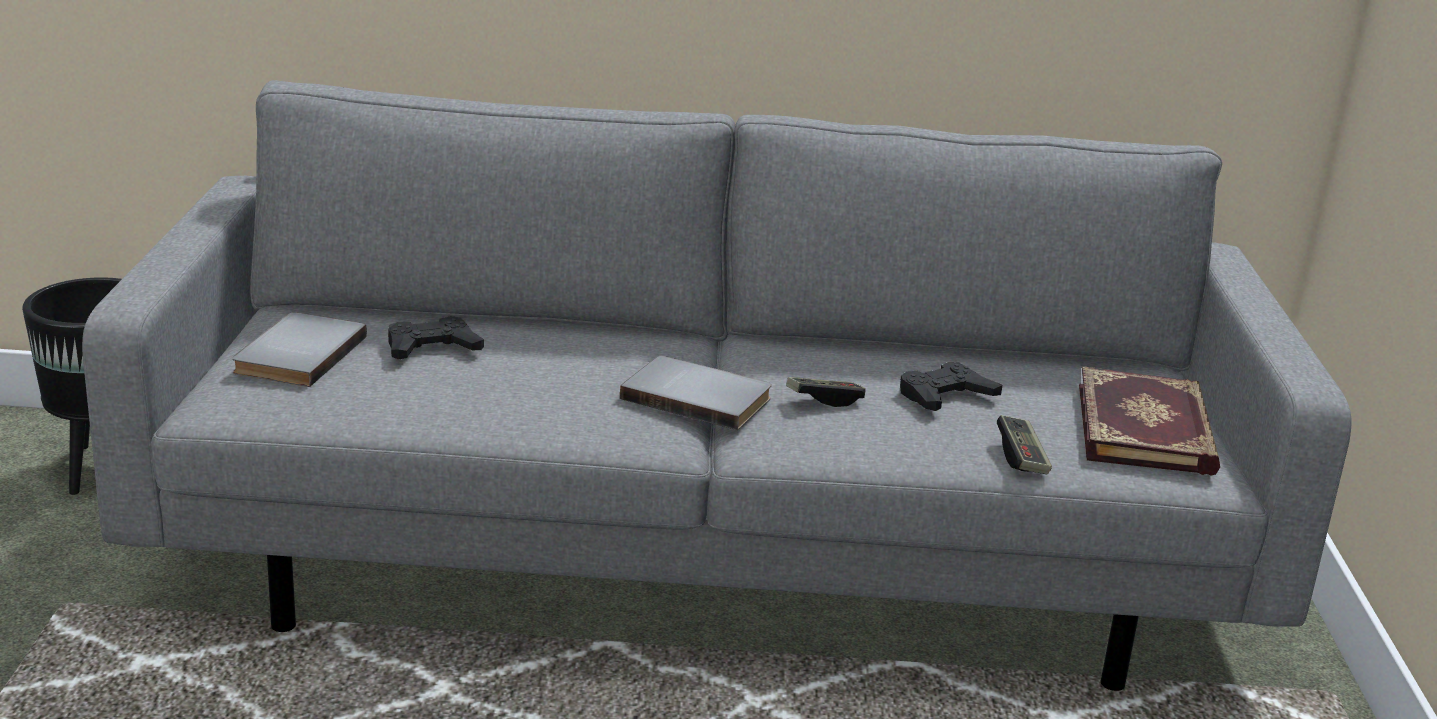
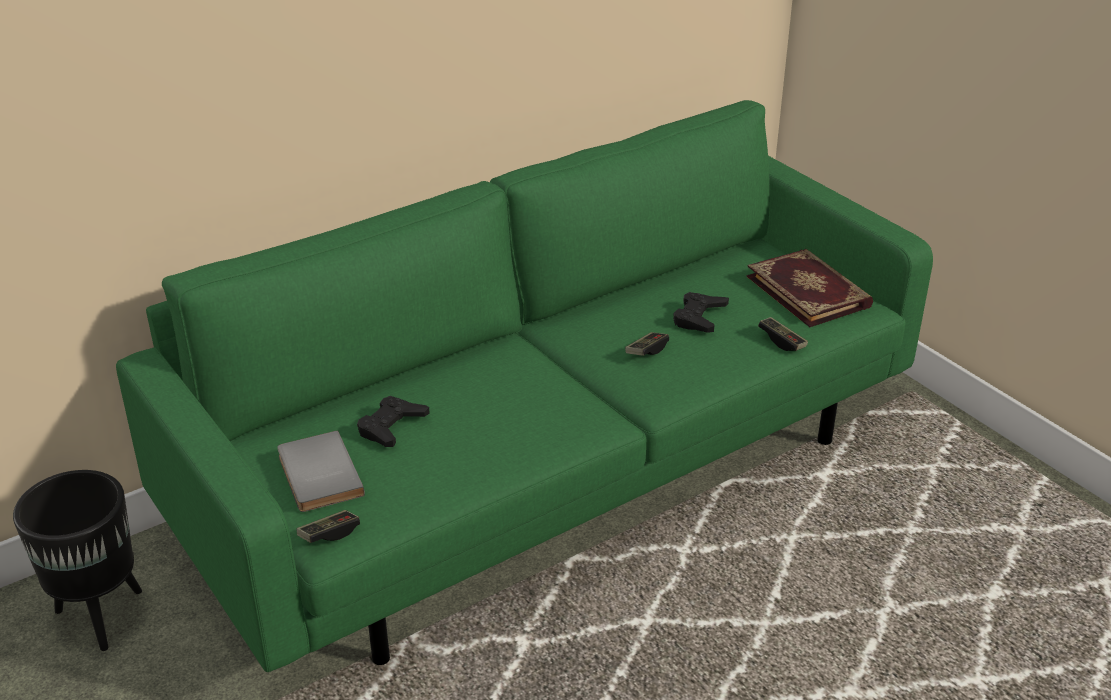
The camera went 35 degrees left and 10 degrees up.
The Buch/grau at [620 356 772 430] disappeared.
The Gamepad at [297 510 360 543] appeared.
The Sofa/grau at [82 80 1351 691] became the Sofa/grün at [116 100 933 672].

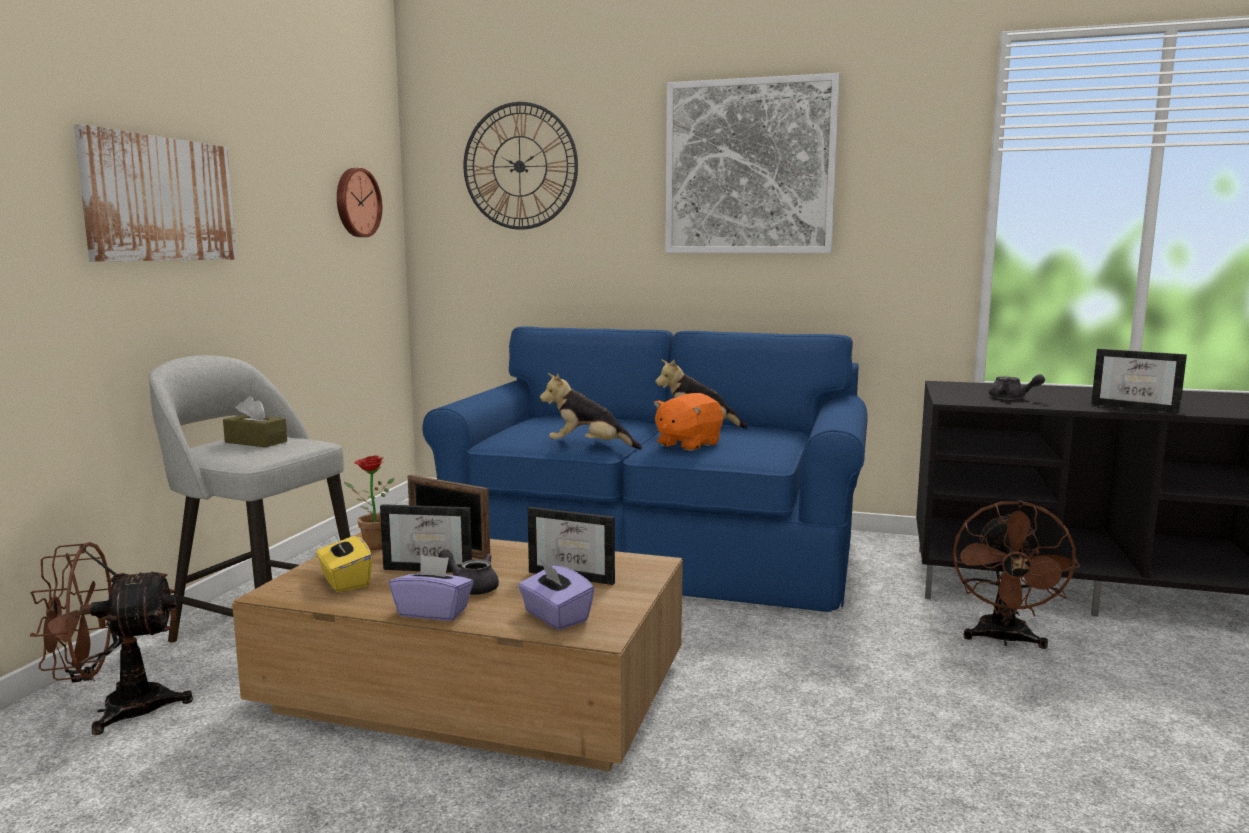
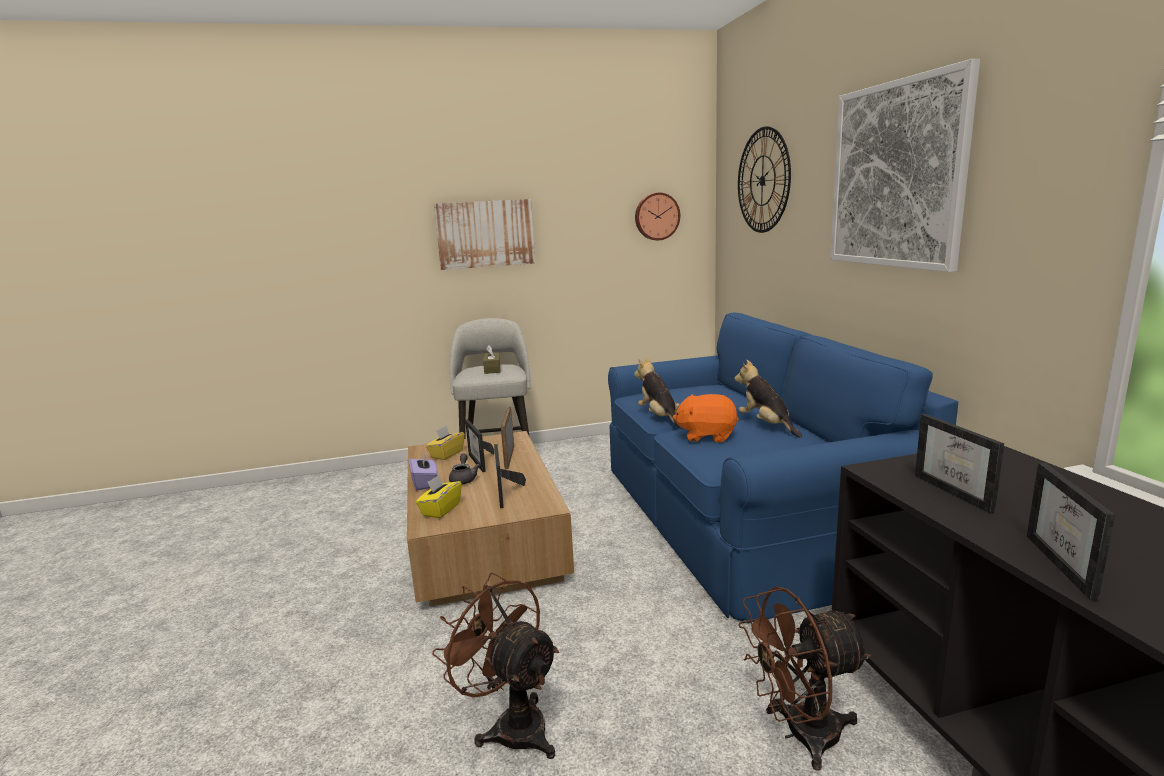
The camera went 60 degrees right and 5 degrees up.
The Topfpflanze at [344 456 394 550] disappeared.
The Ventilator/braun moved from [30 542 193 735] to [432 572 559 759].
The Teekanne/grau at [989 374 1045 400] was replaced by the Bilderrahmen at [915 414 1004 513].
The Taschentuchbox/lila at [518 560 595 630] became the Taschentuchbox/gelb at [416 475 462 518].

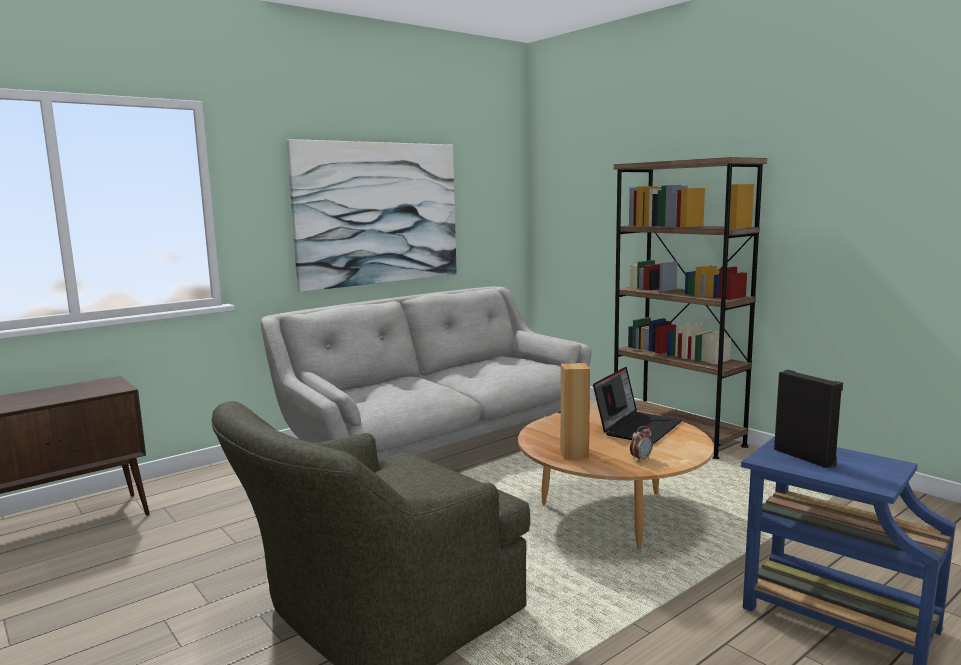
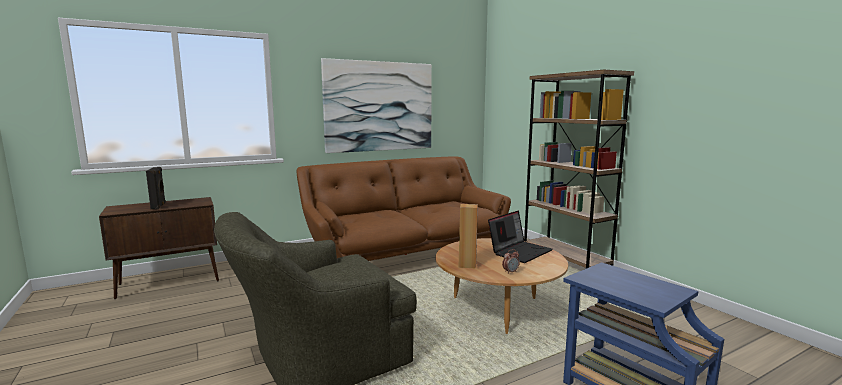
The camera went 10 degrees right and 0 degrees up.
The Lautsprecher/schwarz moved from [774 369 843 468] to [146 167 166 210].
The Sofa/grau at [261 286 592 460] became the Sofa/braun at [297 156 511 261].

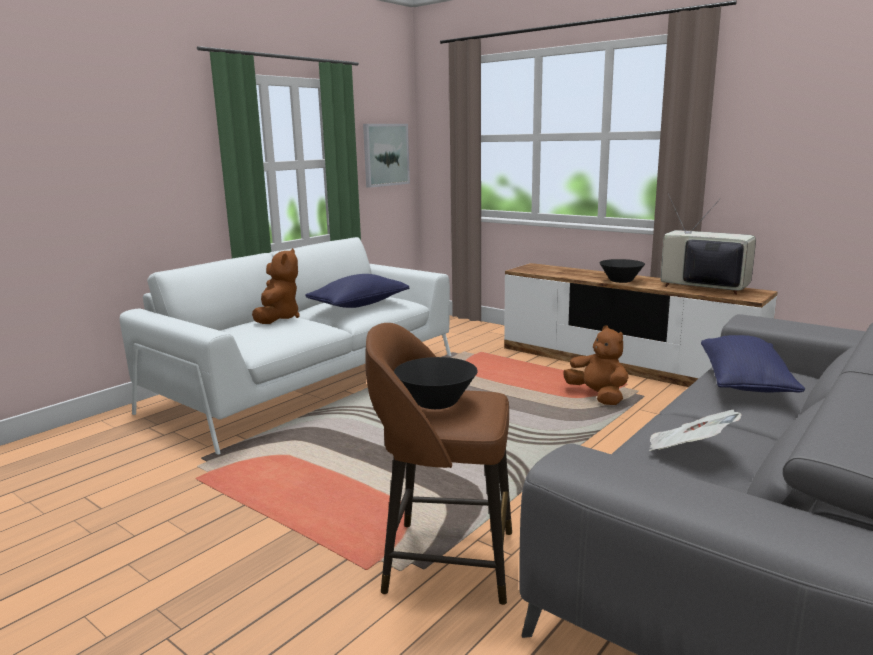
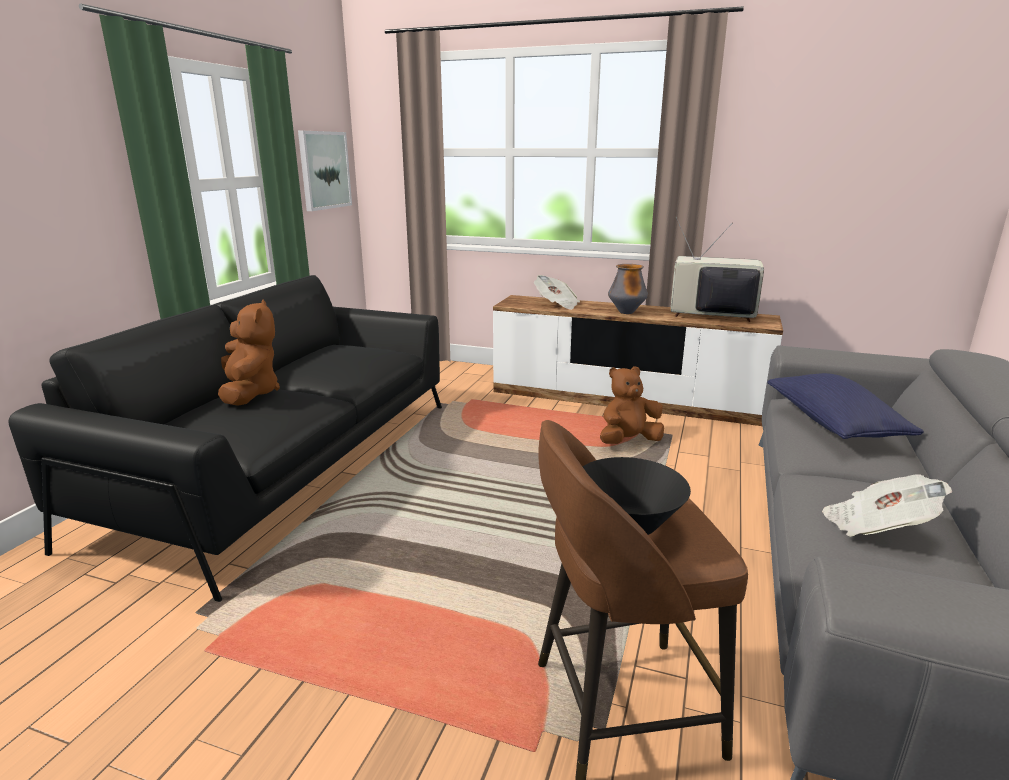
The camera went 20 degrees left and 5 degrees up.
The Kissen/blau at [305 274 409 308] disappeared.
The Zeitung at [534 275 580 310] appeared.
The Schüssel/schwarz at [599 259 645 283] was replaced by the Vase at [608 264 648 314].
The Sofa/weiß at [119 237 451 455] became the Sofa/schwarz at [9 275 442 602].
The Plüschtier/braun at [563 325 628 405] turned 60 degrees counterclockwise.

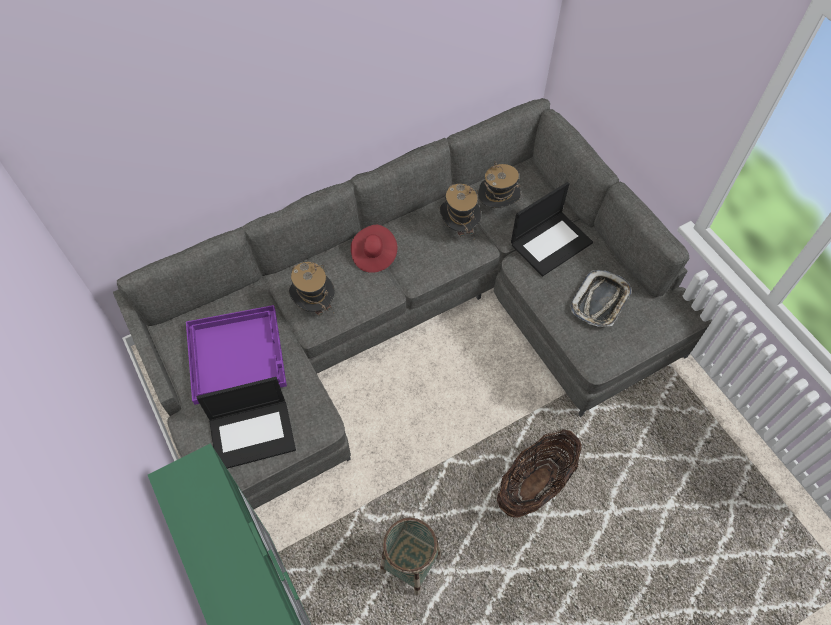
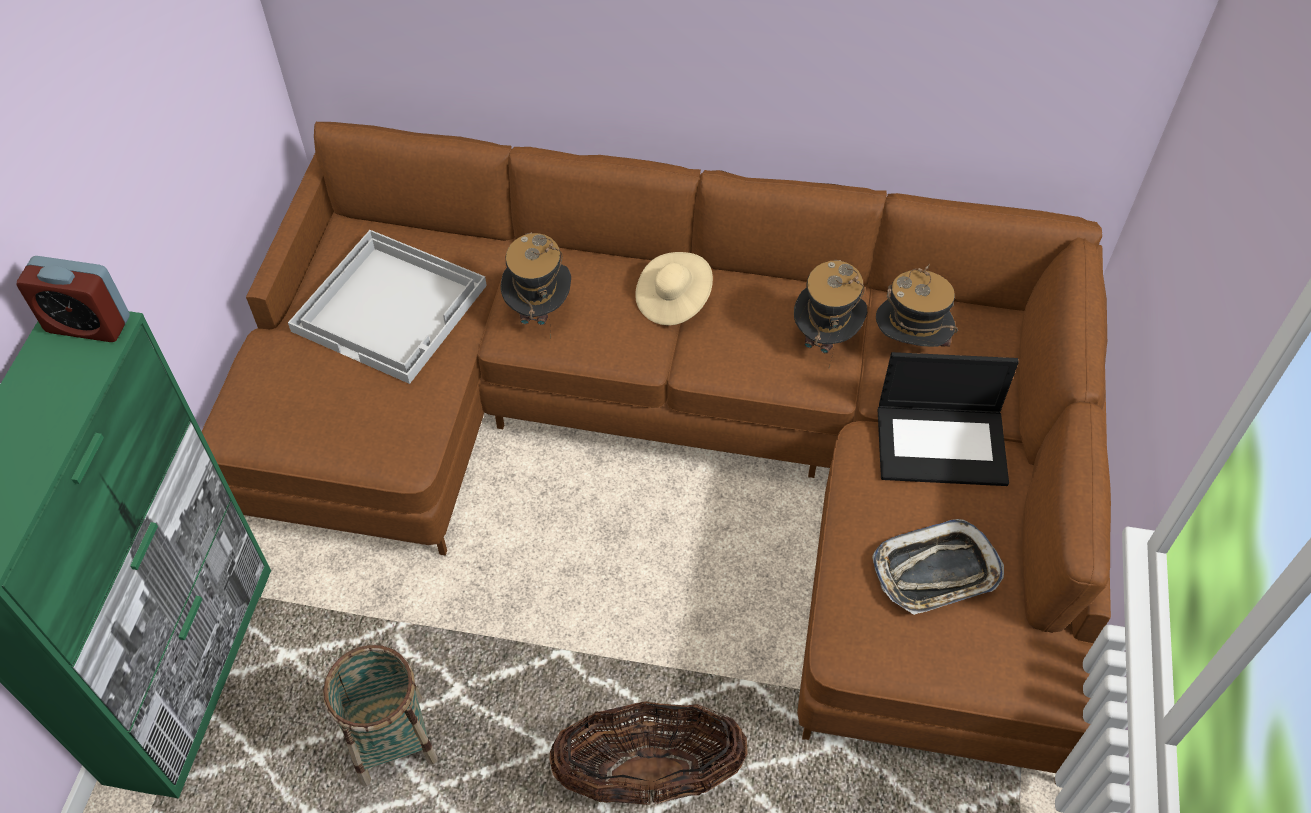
The camera went 40 degrees right and 5 degrees down.
The Laptop at [197 377 296 469] disappeared.
The Wecker at [17 256 130 342] appeared.
The Sofa/grau at [113 98 712 510] became the Sofa/braun at [202 122 1111 784].
The Tablett/lila at [186 305 287 405] became the Tablett/weiß at [288 230 487 384].
The Hut/rot at [351 225 397 273] became the Hut/beige at [635 252 713 325].

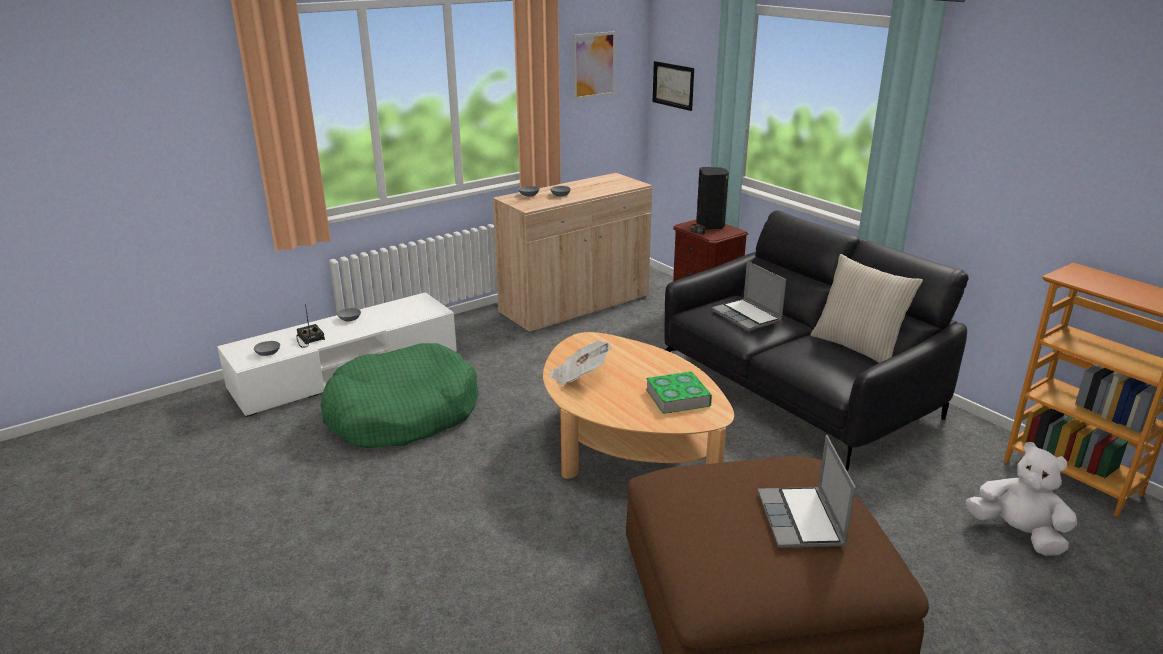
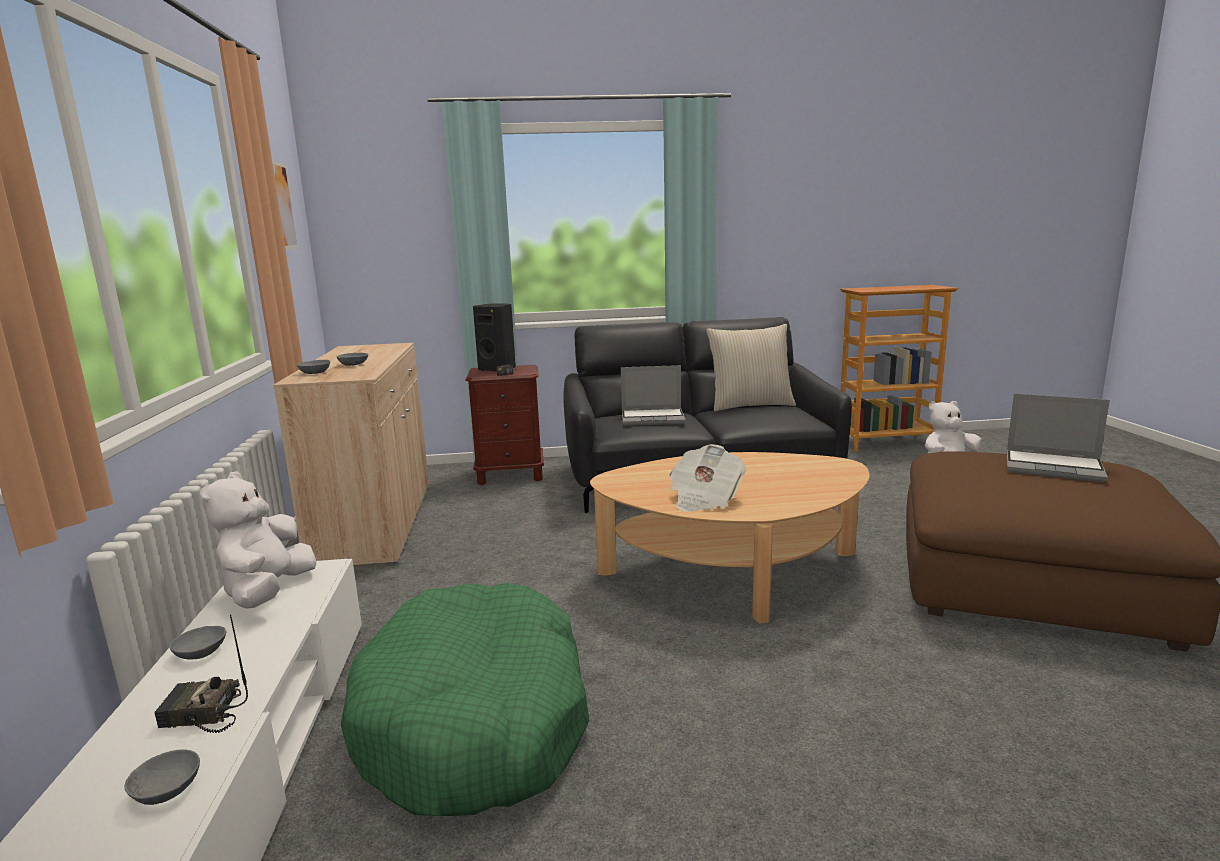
The camera went 60 degrees left and 10 degrees down.
The Buch at [646 371 712 414] disappeared.
The Bild at [653 61 694 111] disappeared.
The Plüschtier/weiß at [199 471 316 609] appeared.

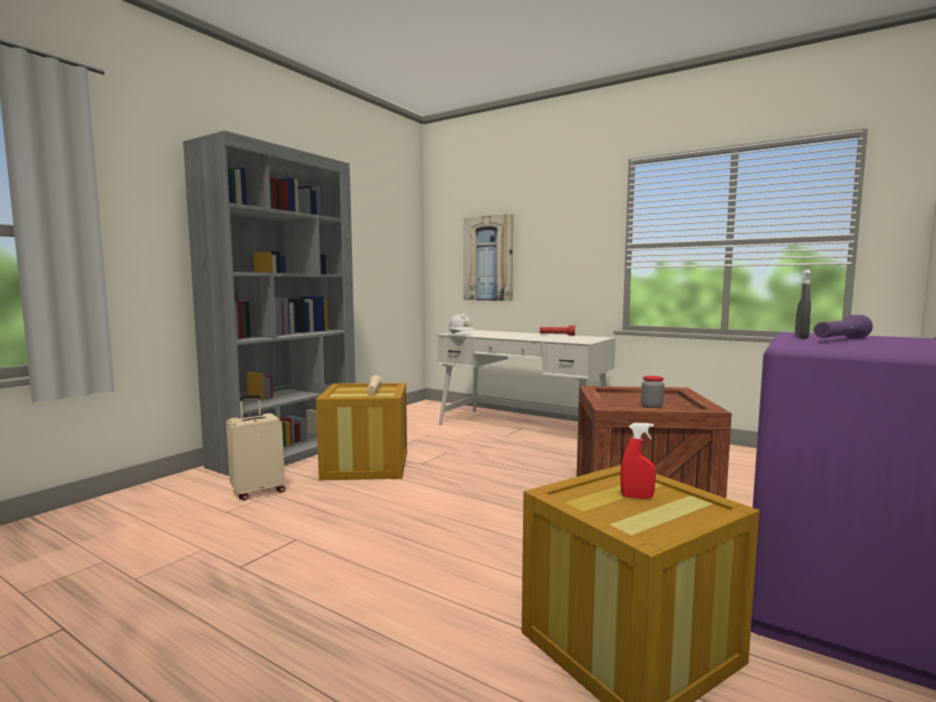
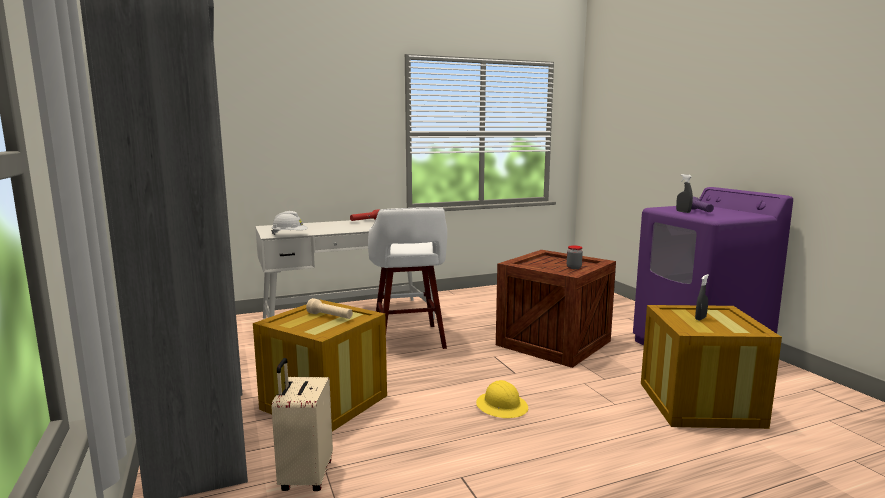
The camera went 55 degrees left and 5 degrees up.
The Bild at [463 214 514 301] disappeared.
The Hocker/weiß at [368 207 447 349] appeared.
The Schutzhelm/gelb at [476 380 528 418] appeared.
The Sprühflasche/rot at [620 423 656 499] became the Sprühflasche/grau at [695 274 709 320].

